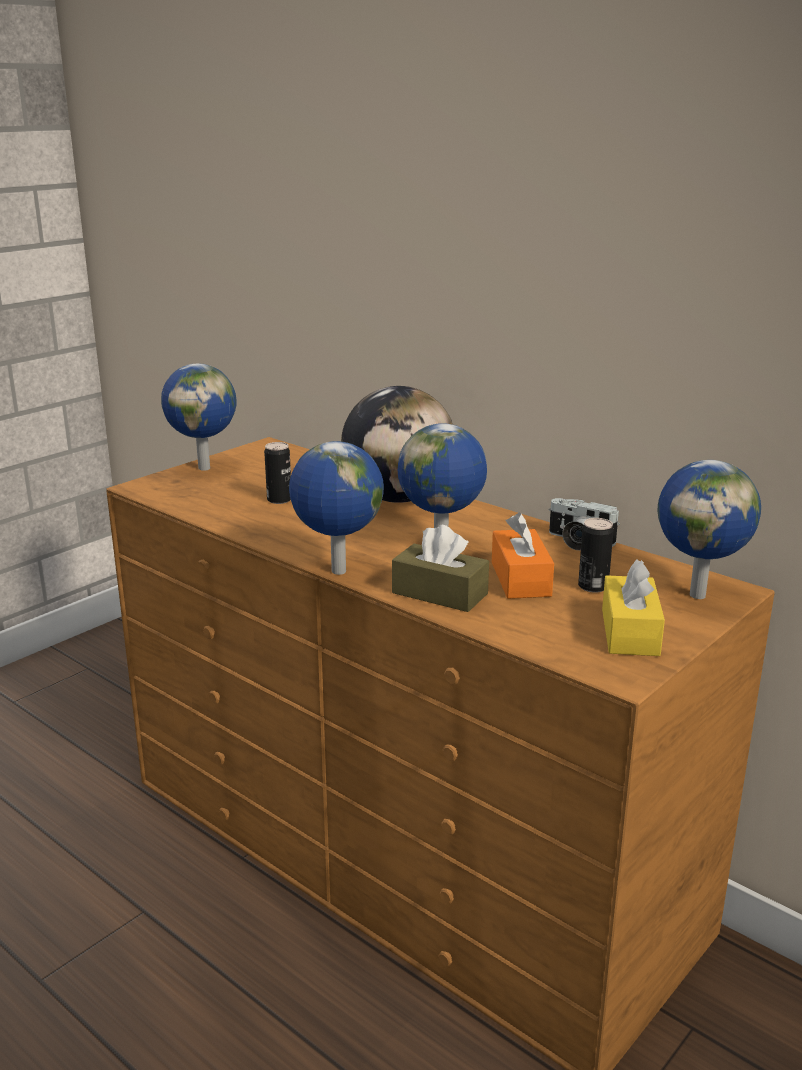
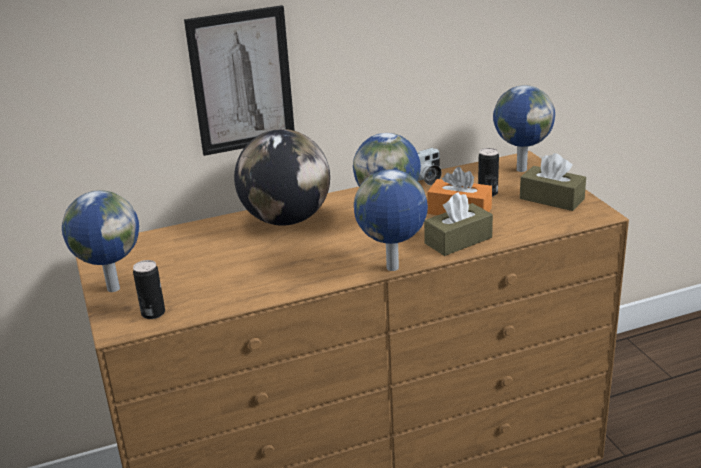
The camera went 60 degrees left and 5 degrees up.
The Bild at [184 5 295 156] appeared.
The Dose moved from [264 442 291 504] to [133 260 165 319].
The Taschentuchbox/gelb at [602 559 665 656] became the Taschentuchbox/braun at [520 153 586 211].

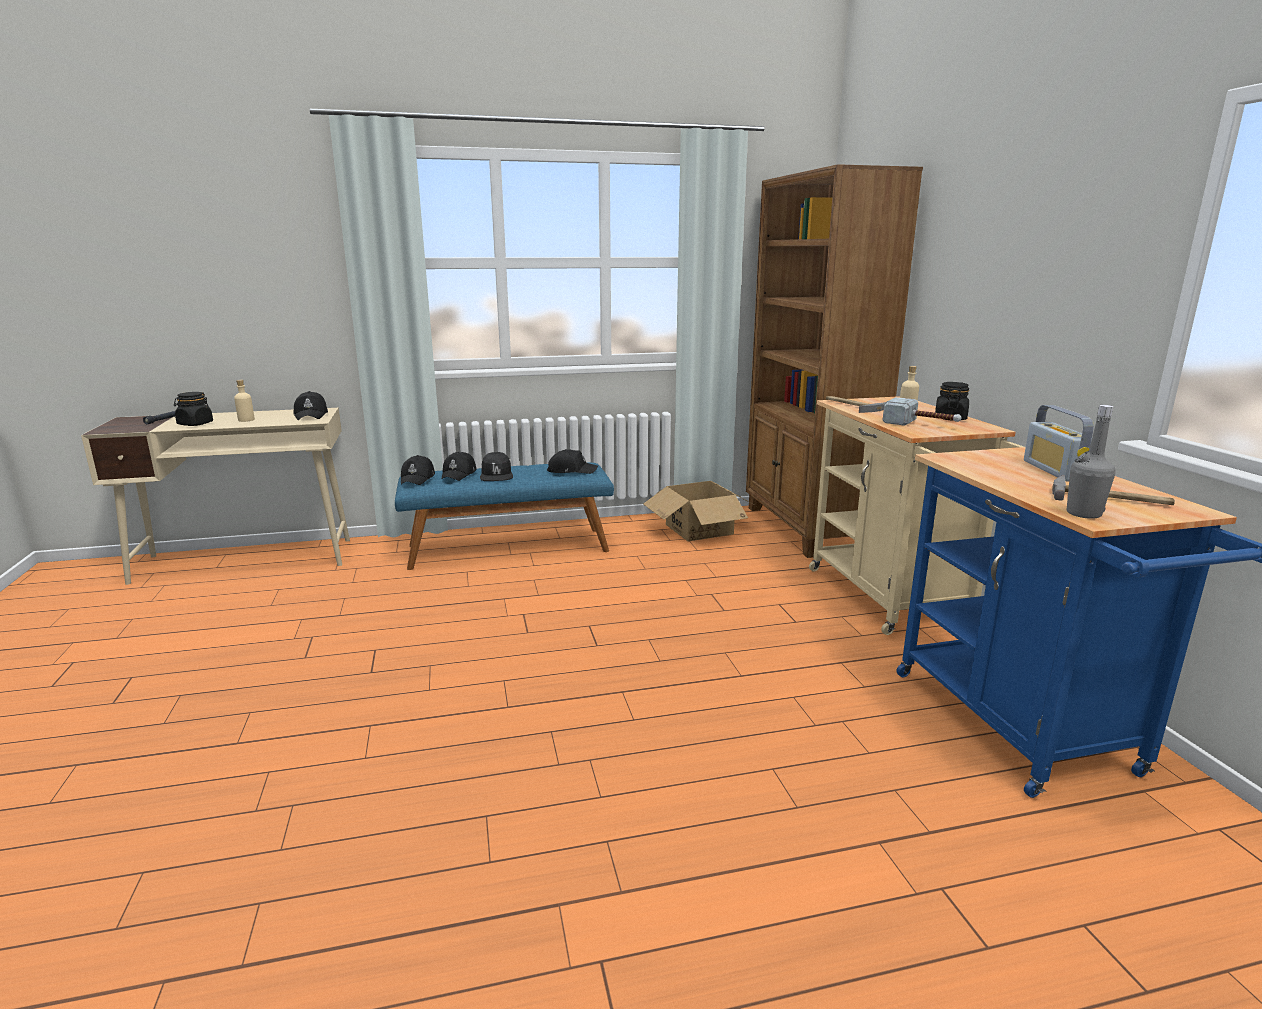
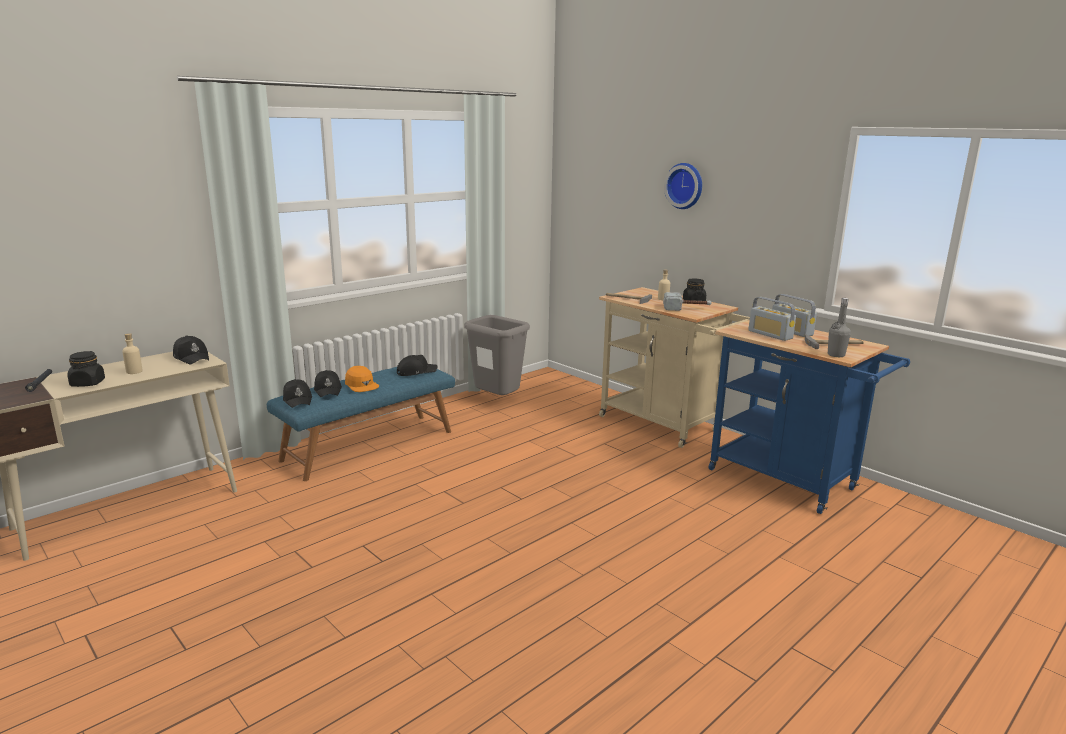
The camera went 30 degrees left and 0 degrees up.
The Bücherregal/braun at [746 164 923 558] disappeared.
The Wanduhr at [664 163 702 209] appeared.
The Radio at [748 297 796 341] appeared.
The Karton at [643 481 758 542] was replaced by the Mülleimer/grau at [464 315 530 395].
The Kappe/schwarz at [480 452 513 481] became the Kappe/orange at [345 366 379 392].

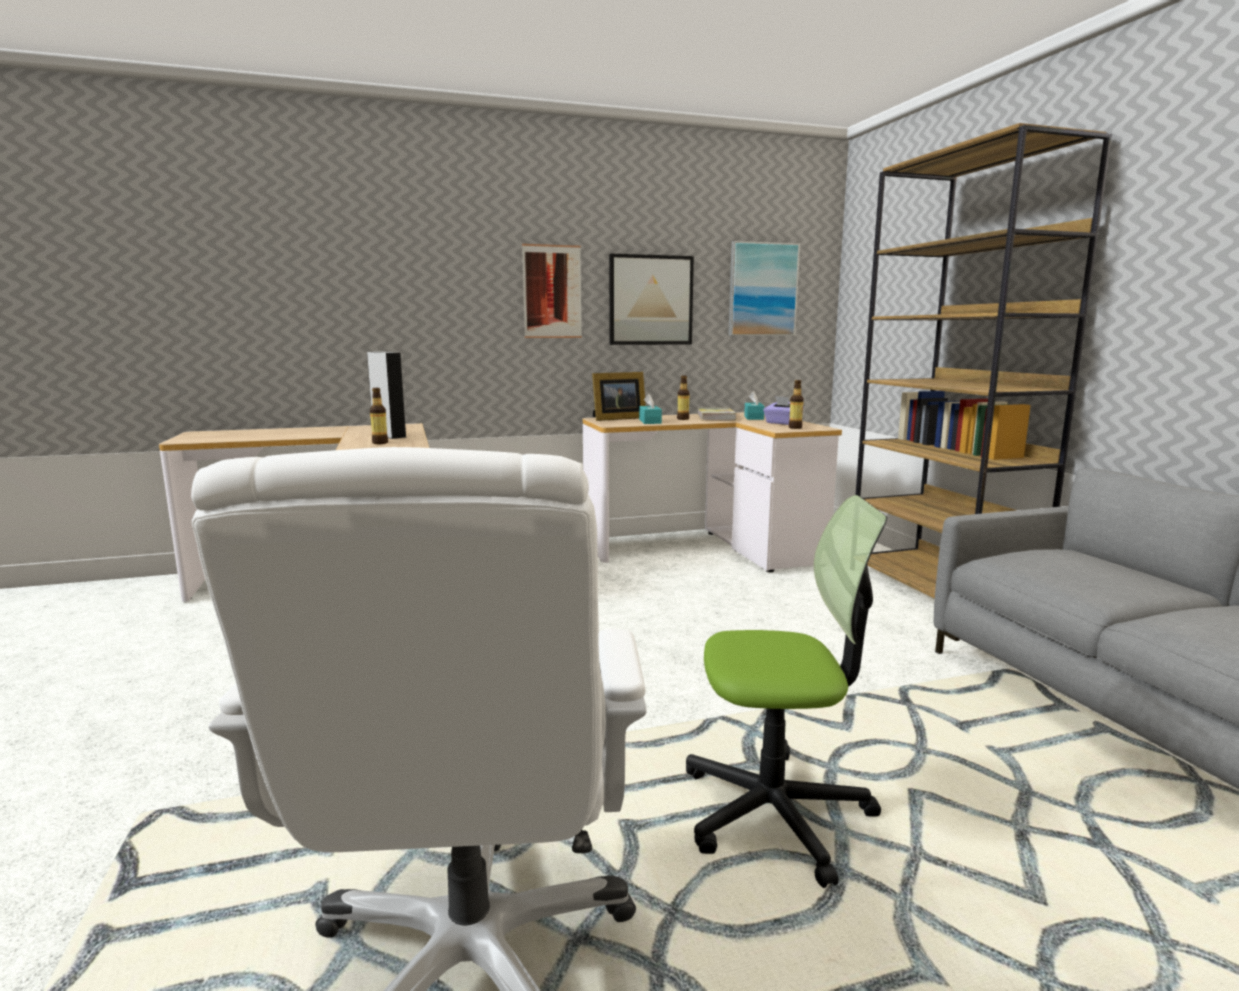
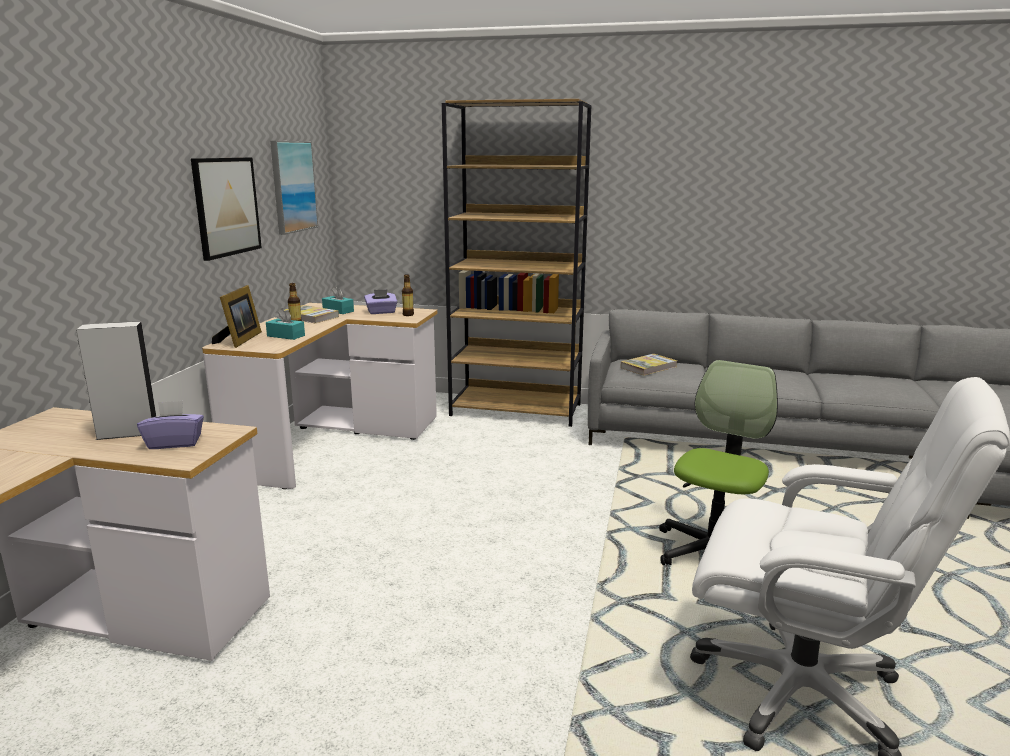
The camera went 60 degrees left and 5 degrees up.
The Bild at [522 244 582 338] disappeared.
The Buch at [620 354 678 376] appeared.
The Flasche at [370 388 388 444] was replaced by the Taschentuchbox/lila at [137 400 204 449].

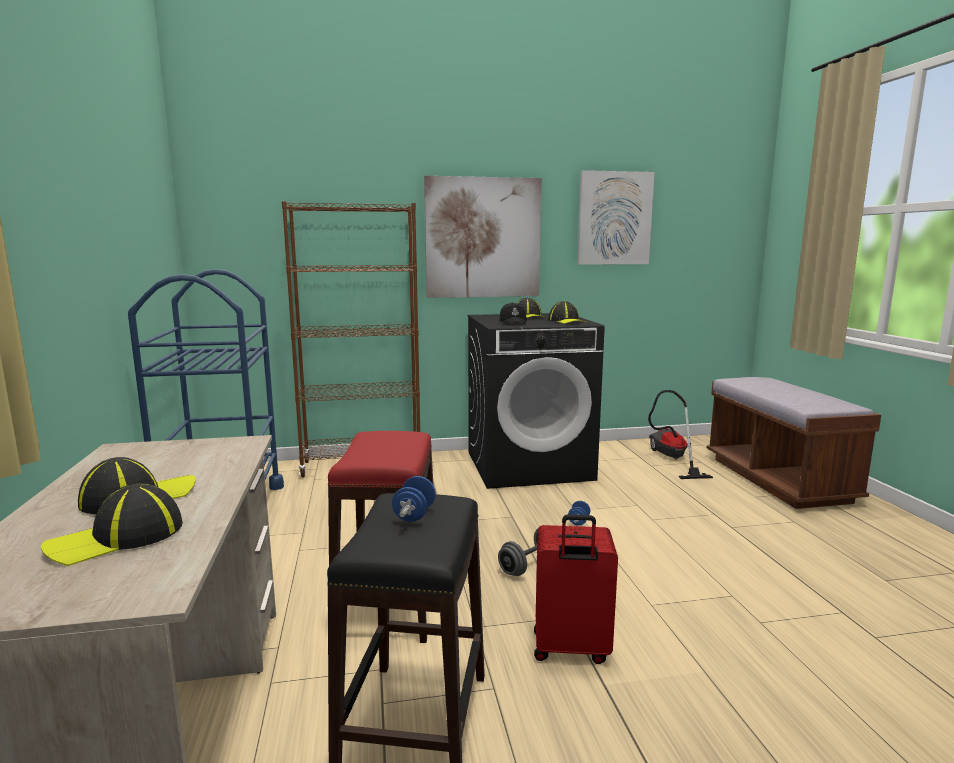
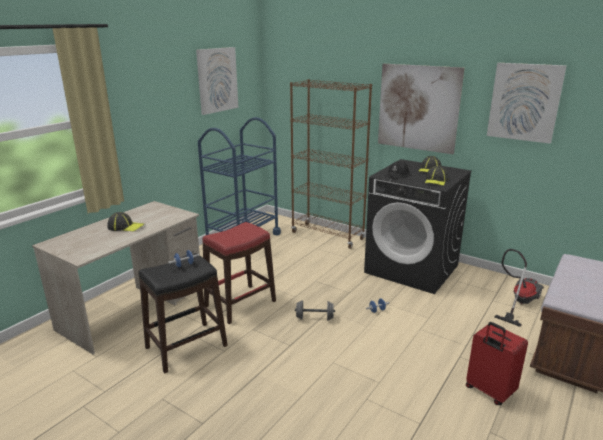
The camera went 45 degrees right and 10 degrees up.
The Kappe at [41 483 183 566] disappeared.
The Bild at [196 47 238 115] appeared.
The Koffer/rot moved from [534 514 618 664] to [466 322 528 405].

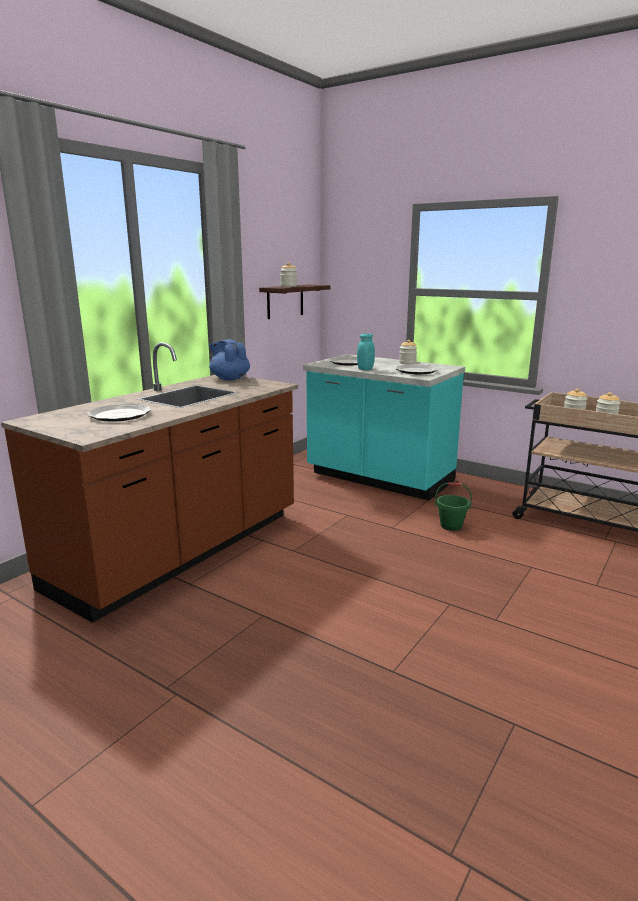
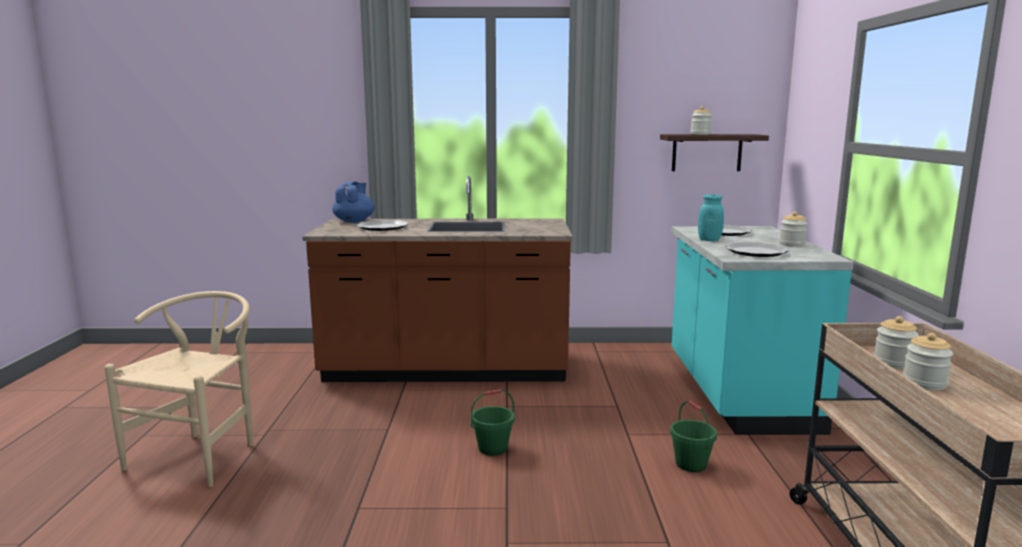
The camera went 55 degrees right and 5 degrees down.
The Stuhl/beige at [104 291 253 487] appeared.
The Eimer/grün at [471 389 514 456] appeared.
The Teekanne/blau moved from [209 339 250 380] to [332 181 375 223].

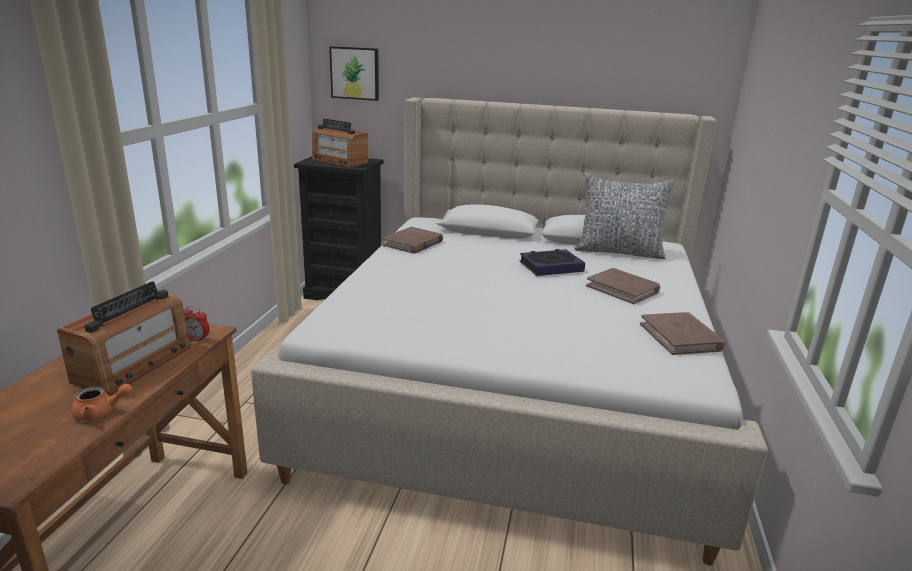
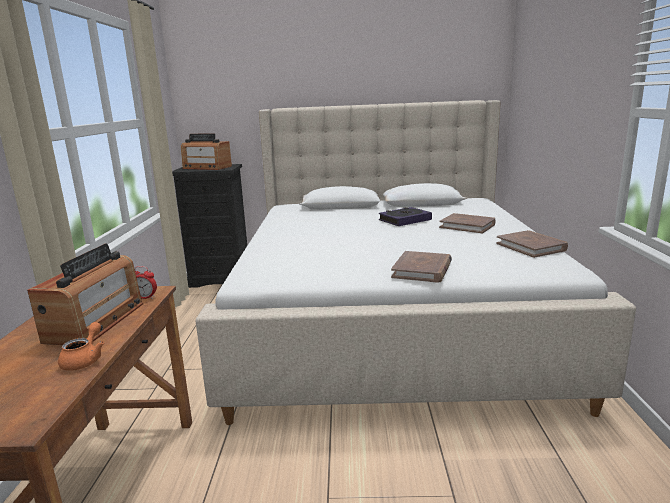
The camera went 10 degrees left and 5 degrees down.
The Bild at [329 46 379 101] disappeared.
The Kissen at [574 173 674 259] disappeared.
The Buch/braun moved from [382 227 443 254] to [391 251 452 283].
The Teekanne/orange at [71 384 133 421] turned 60 degrees counterclockwise.

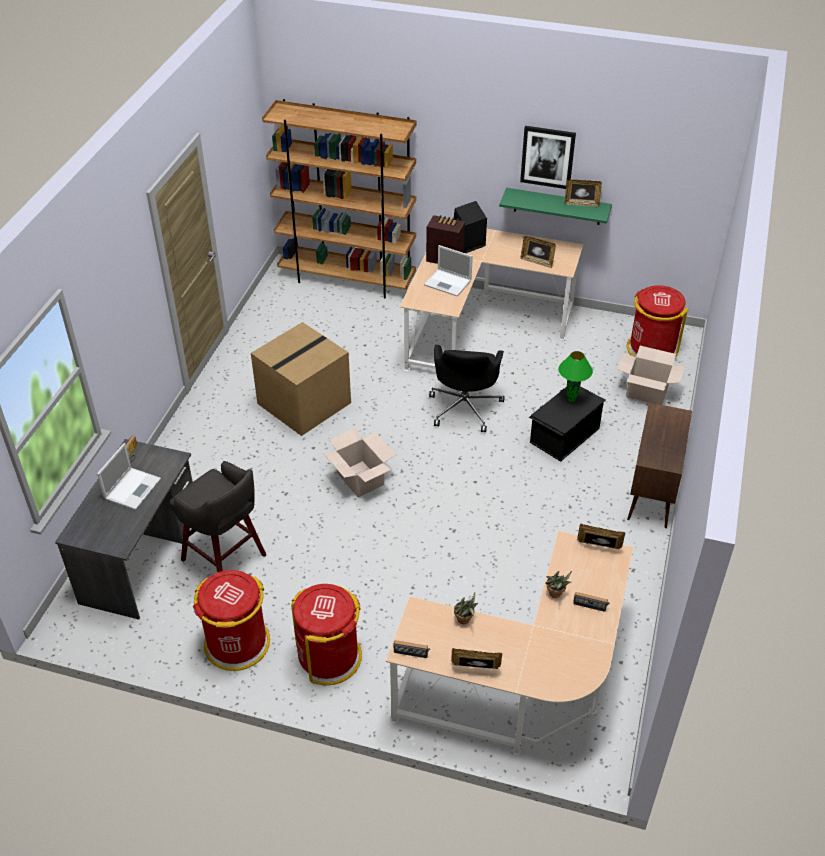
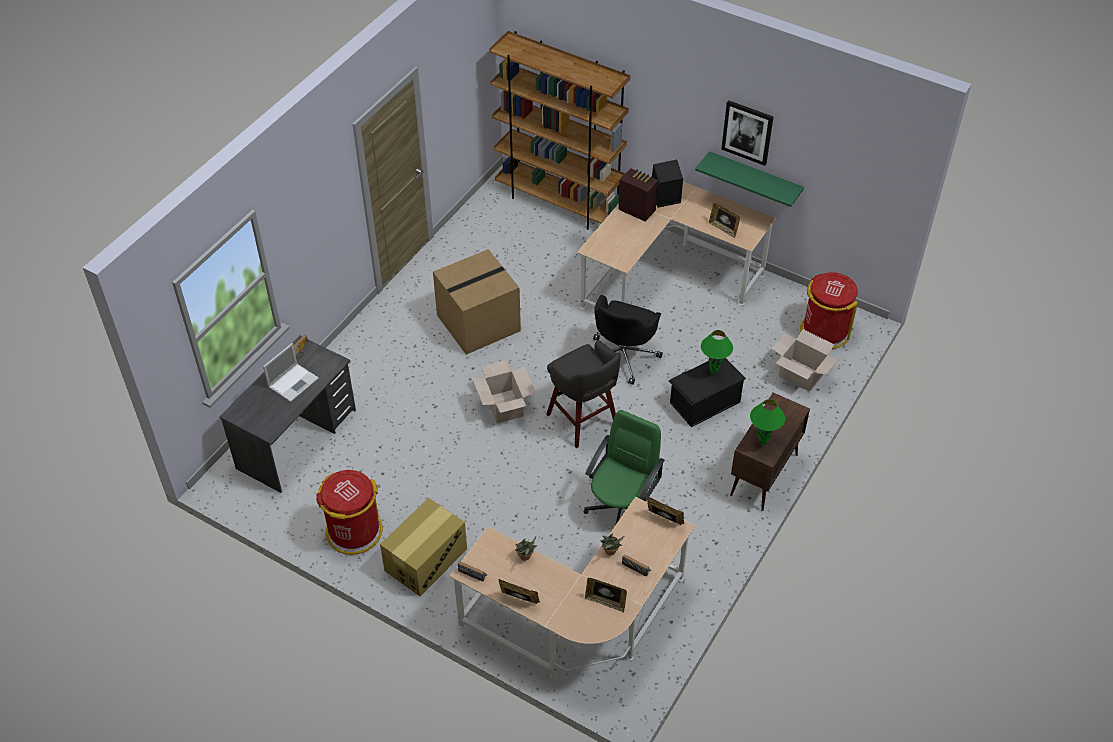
The camera went 15 degrees right and 5 degrees up.
The Laptop at [424 245 473 297] disappeared.
The Bürostuhl/grün at [584 410 665 524] appeared.
The Tischlampe/grün at [750 399 785 445] appeared.
The Hocker/grau moved from [170 461 266 573] to [546 340 621 448].
The Bilderrahmen moved from [565 180 602 207] to [585 578 627 613].
The Mülleimer/rot at [291 584 362 685] was replaced by the Karton at [380 498 467 596].

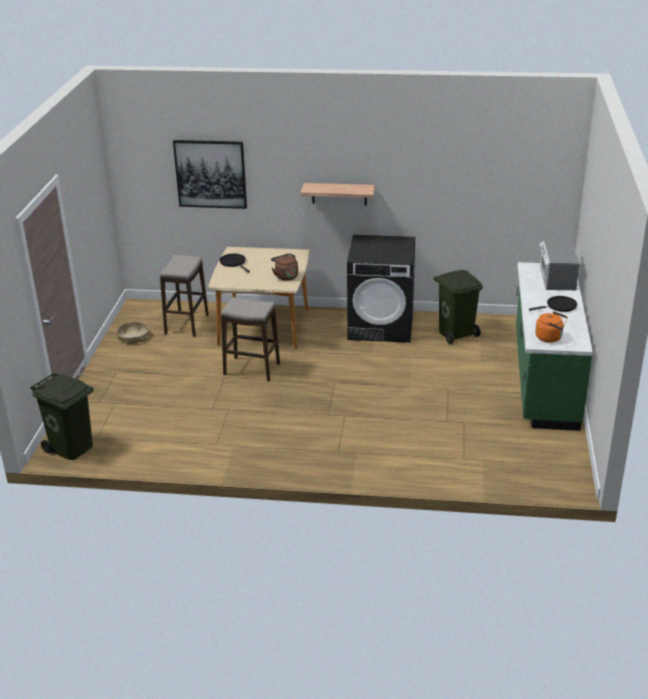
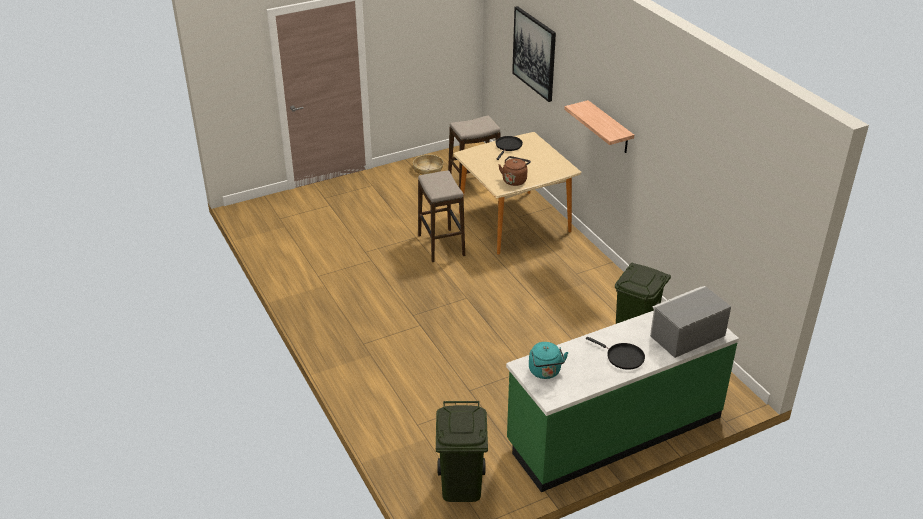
The camera went 55 degrees right and 5 degrees up.
The Waschmaschine/schwarz at [347 235 415 343] disappeared.
The Mülleimer/grün moved from [30 373 94 460] to [436 401 488 502].
The Wasserkessel/orange at [535 311 568 342] became the Wasserkessel/türkis at [529 342 568 379].

